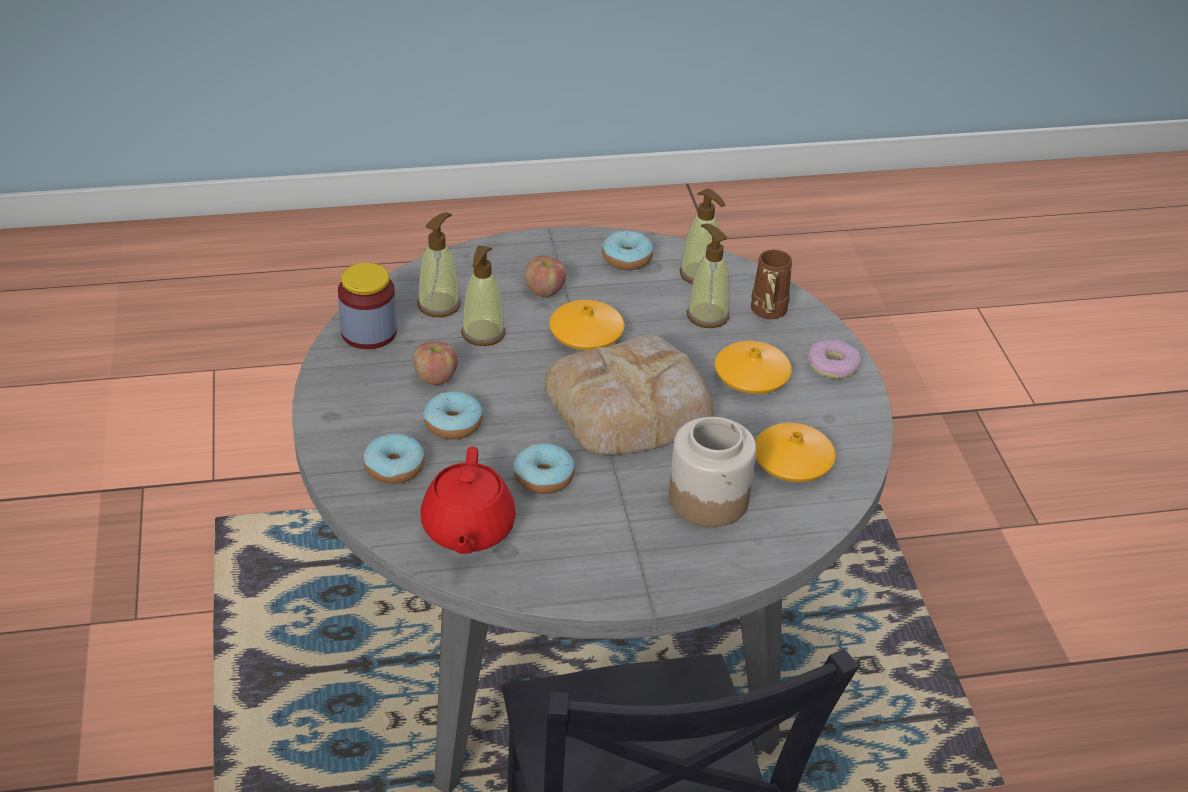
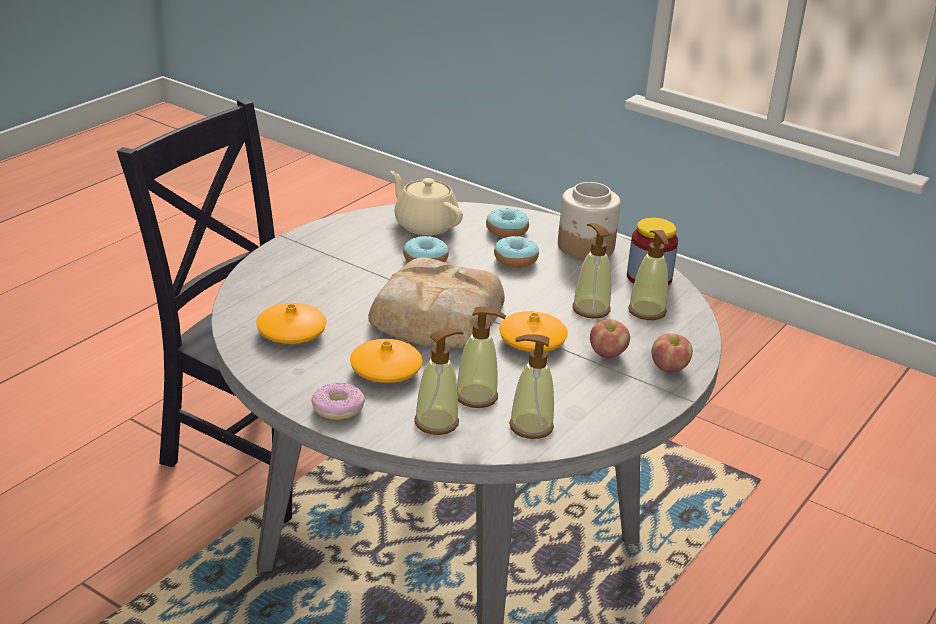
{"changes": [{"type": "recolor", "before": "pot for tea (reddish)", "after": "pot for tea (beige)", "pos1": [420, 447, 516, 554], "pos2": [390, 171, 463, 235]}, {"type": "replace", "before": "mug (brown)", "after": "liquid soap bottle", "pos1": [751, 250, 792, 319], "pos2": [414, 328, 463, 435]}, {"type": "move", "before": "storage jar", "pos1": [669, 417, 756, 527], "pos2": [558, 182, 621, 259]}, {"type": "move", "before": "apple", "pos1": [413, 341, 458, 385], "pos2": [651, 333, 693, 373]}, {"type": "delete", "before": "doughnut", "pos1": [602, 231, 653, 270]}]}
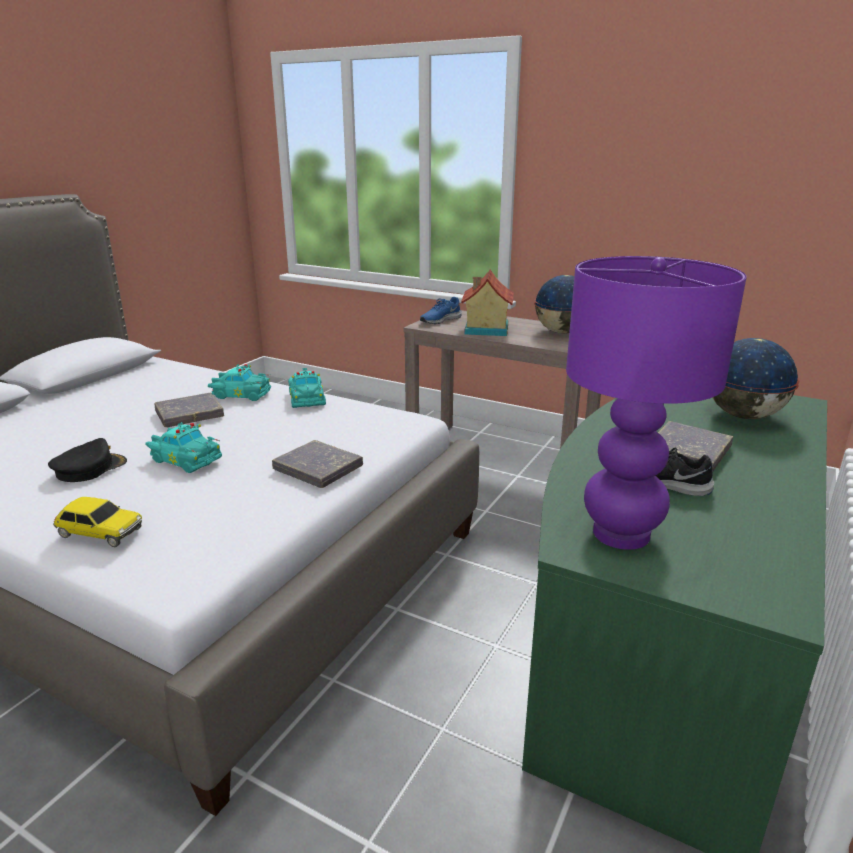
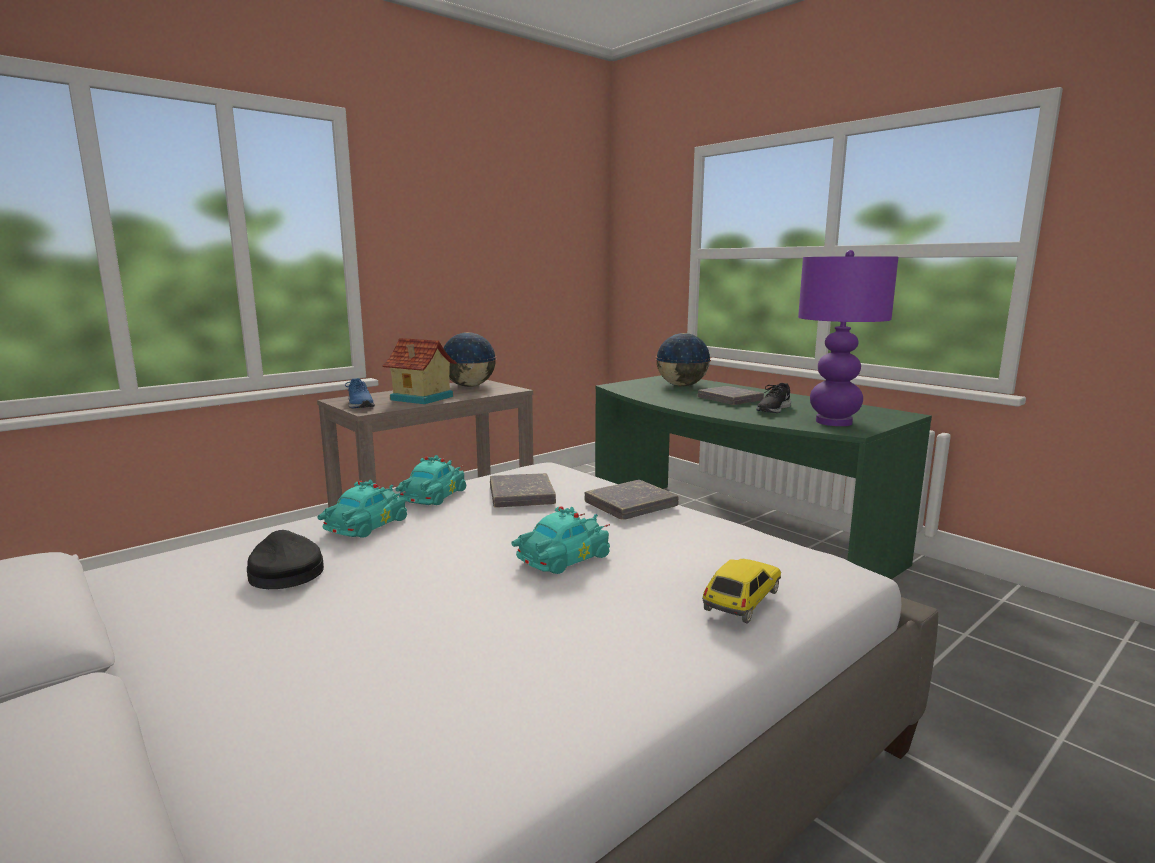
{"changes": [{"type": "move", "before": "baseball cap (black)", "pos1": [48, 438, 127, 482], "pos2": [247, 530, 324, 589]}, {"type": "rotate", "before": "miniature car (turquoise)", "pos1": [288, 368, 326, 408], "pos2": [395, 455, 466, 505], "turn": -75}, {"type": "move", "before": "bound book (greyish)", "pos1": [155, 393, 224, 427], "pos2": [490, 473, 556, 508]}]}
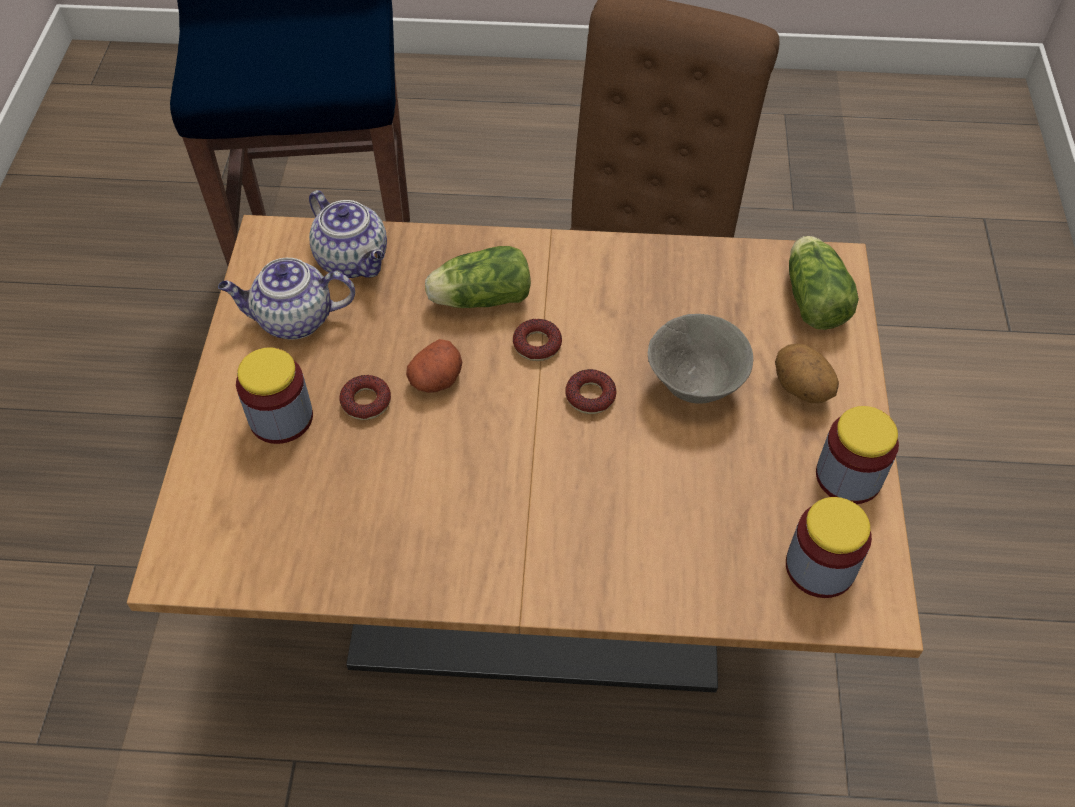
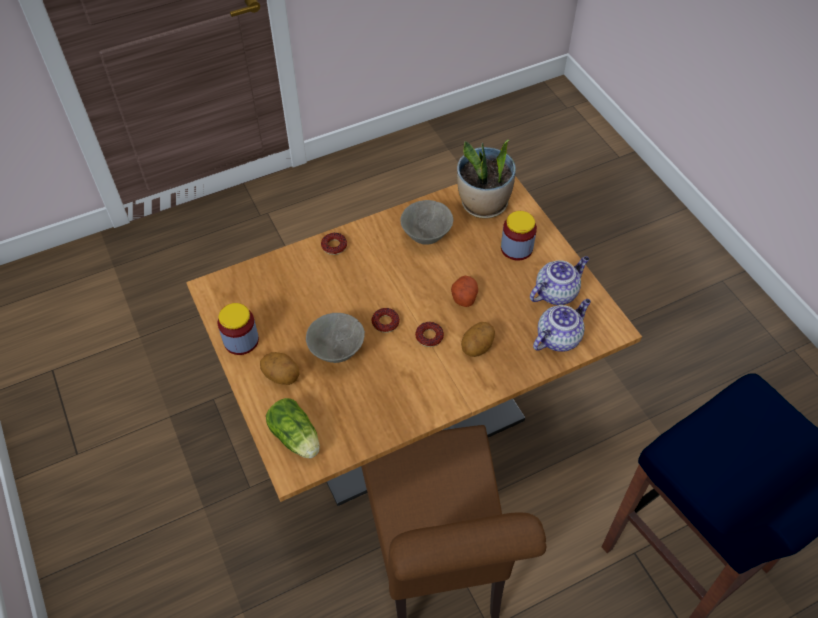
{"changes": [{"type": "move", "before": "doughnut", "pos1": [339, 375, 391, 420], "pos2": [321, 233, 347, 255]}, {"type": "insert", "after": "bowl (greyish)", "pos2": [401, 200, 453, 245]}, {"type": "insert", "after": "plant in a pot", "pos2": [457, 140, 516, 219]}, {"type": "replace", "before": "lettuce", "after": "spud", "pos1": [425, 246, 531, 308], "pos2": [461, 322, 495, 357]}, {"type": "rotate", "before": "pot for tea", "pos1": [309, 190, 387, 278], "pos2": [533, 299, 591, 352], "turn": 120}, {"type": "delete", "before": "storage jar", "pos1": [786, 497, 872, 598]}]}
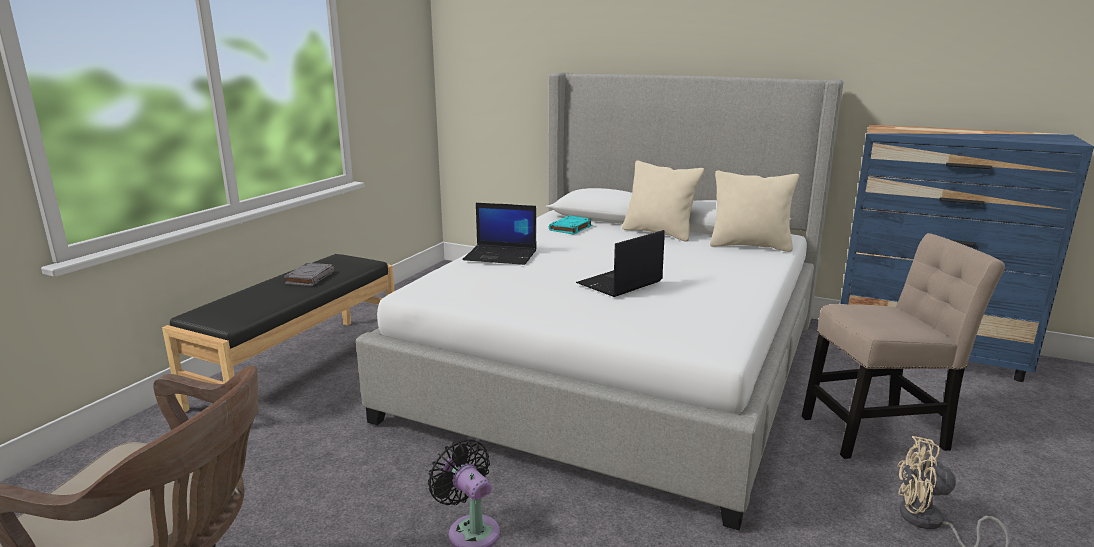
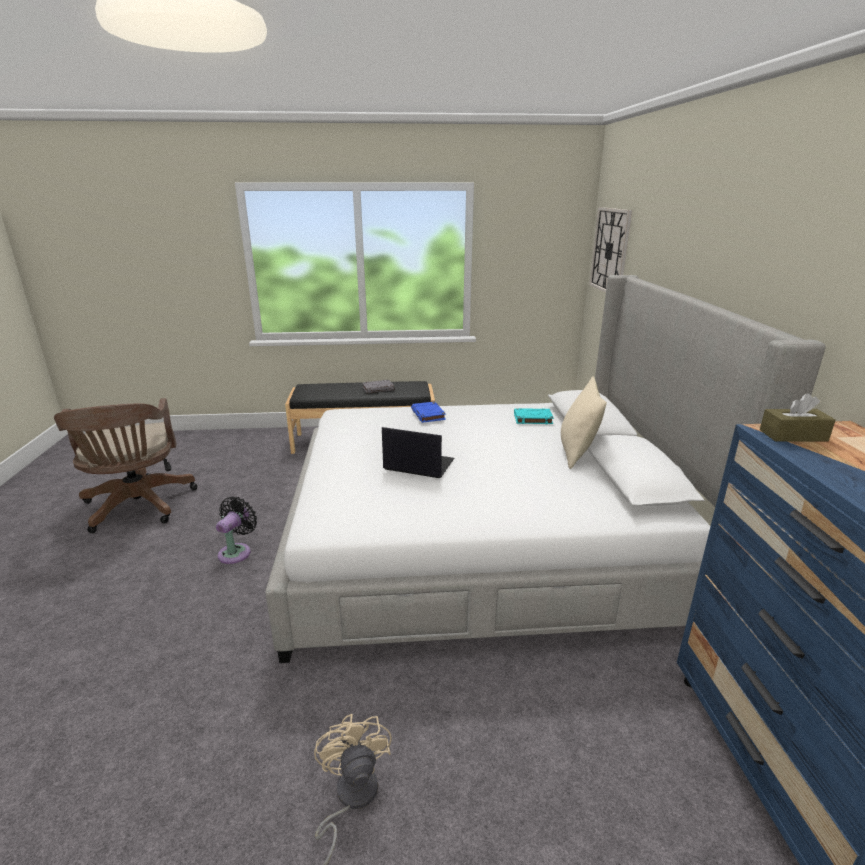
{"changes": [{"type": "replace", "before": "laptop", "after": "bound book (blue)", "pos1": [463, 203, 536, 265], "pos2": [411, 401, 446, 423]}, {"type": "insert", "after": "wall clock", "pos2": [589, 207, 632, 293]}, {"type": "insert", "after": "box of tissues (brown)", "pos2": [760, 393, 836, 442]}, {"type": "delete", "before": "cushion (beige)", "pos1": [710, 170, 799, 252]}, {"type": "delete", "before": "plain chair (beige)", "pos1": [802, 233, 1005, 459]}]}
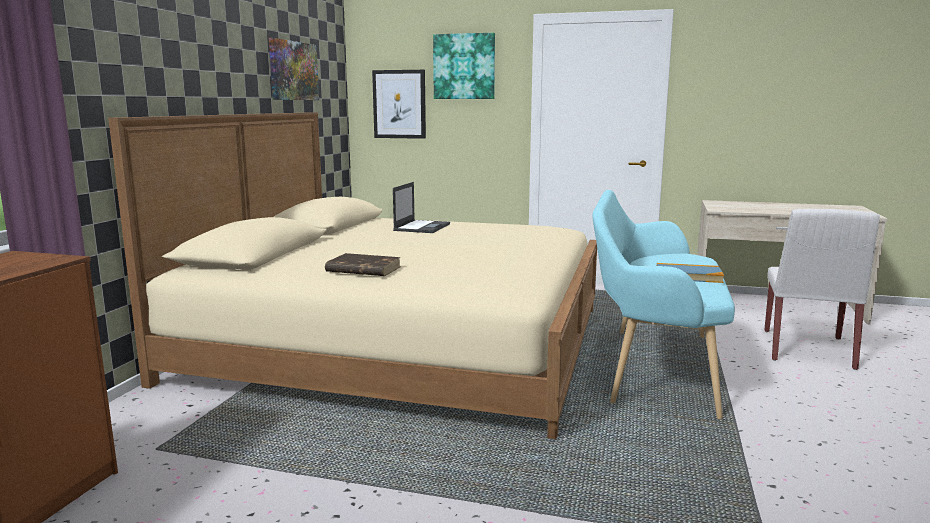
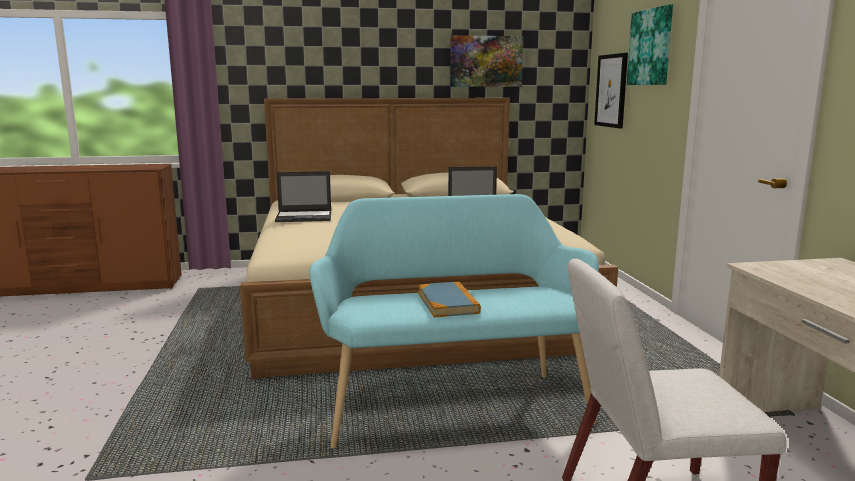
{"changes": [{"type": "replace", "before": "bound book (brown)", "after": "laptop", "pos1": [325, 253, 401, 276], "pos2": [275, 171, 331, 222]}]}
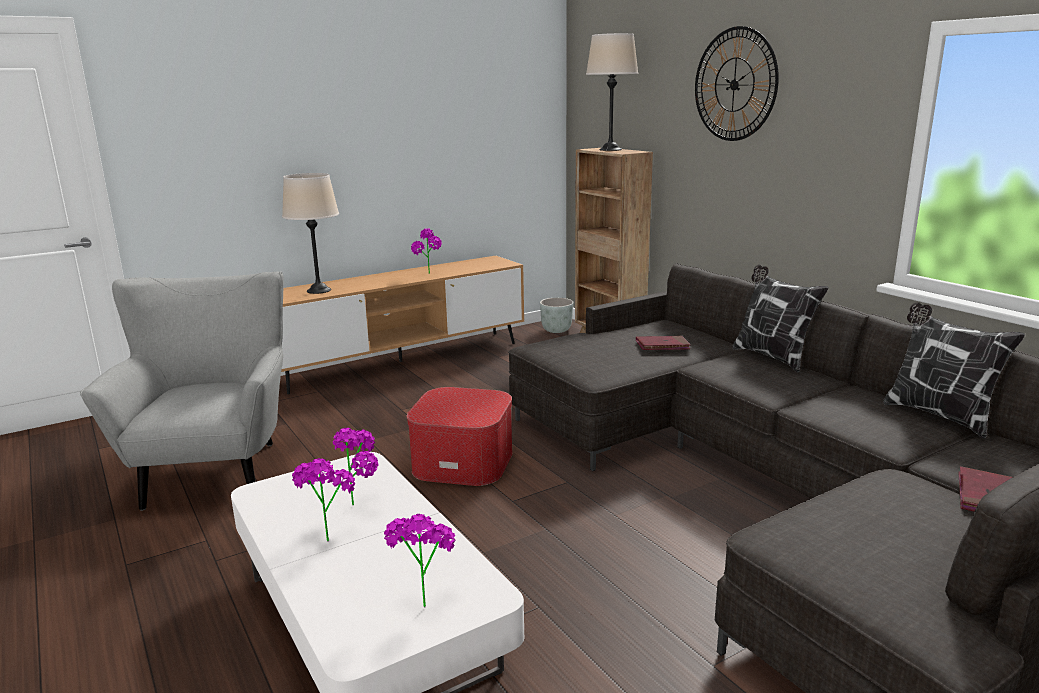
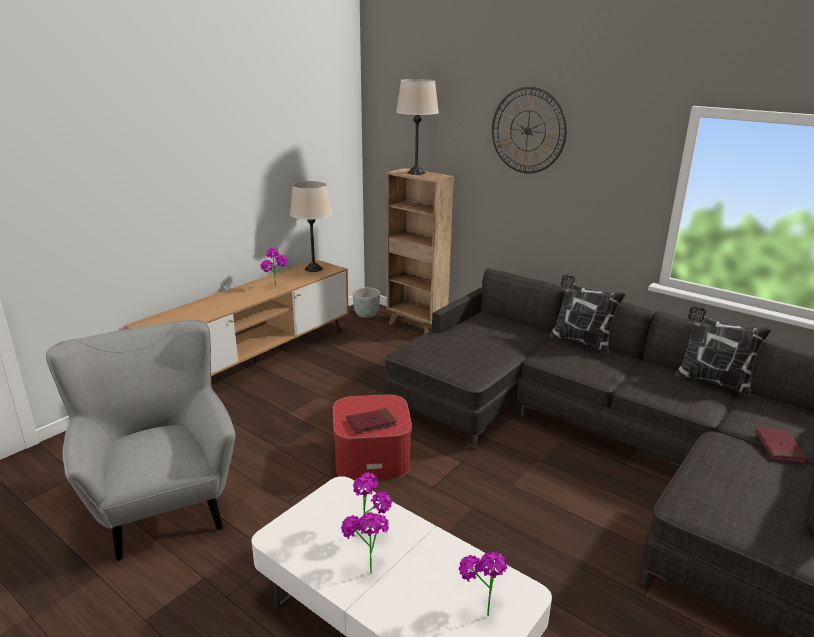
{"changes": [{"type": "move", "before": "tabletop lamp (beige)", "pos1": [282, 173, 339, 294], "pos2": [290, 181, 332, 272]}, {"type": "move", "before": "bound book (reddish)", "pos1": [636, 335, 690, 350], "pos2": [347, 408, 397, 434]}]}
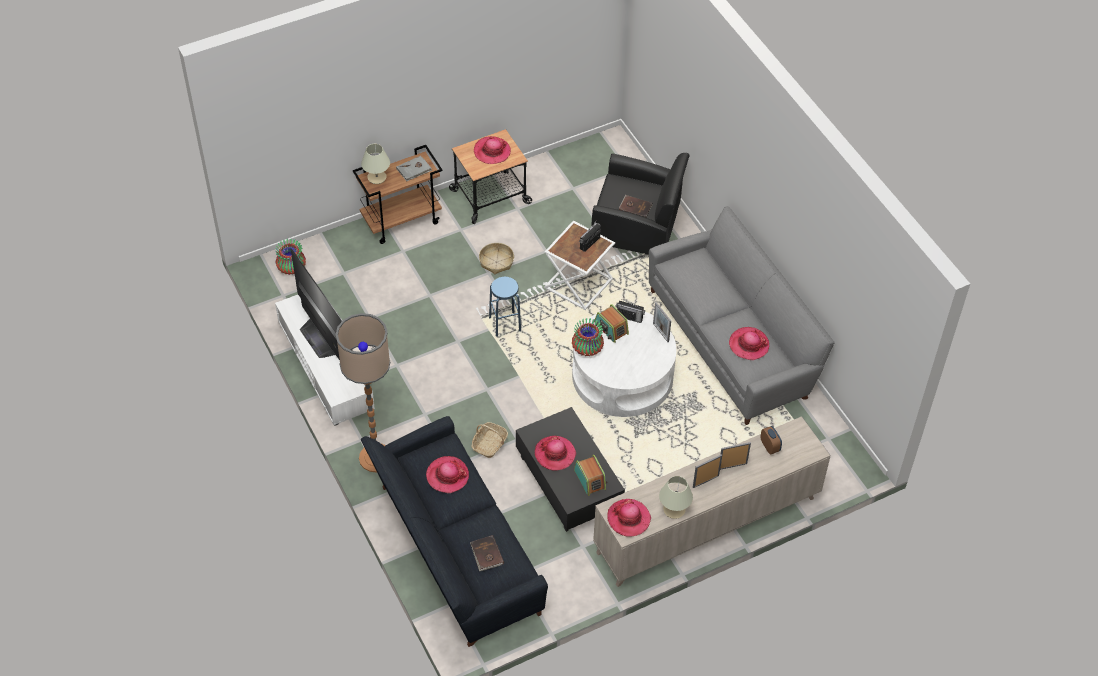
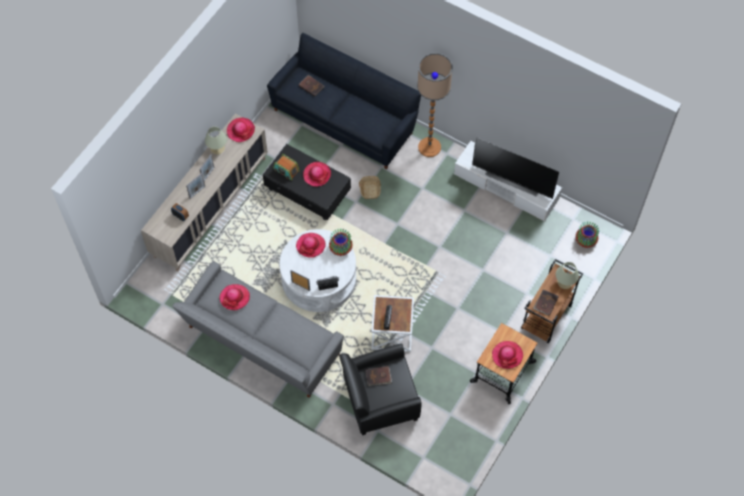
{"changes": [{"type": "move", "before": "hat", "pos1": [426, 456, 469, 493], "pos2": [296, 233, 325, 258]}, {"type": "recolor", "before": "bound book (greyish)", "after": "bound book (brown)", "pos1": [396, 156, 432, 181], "pos2": [533, 290, 559, 316]}, {"type": "delete", "before": "storage basket", "pos1": [479, 243, 514, 274]}, {"type": "delete", "before": "sitting stool (blue)", "pos1": [489, 277, 521, 336]}, {"type": "delete", "before": "radio receiver", "pos1": [594, 304, 629, 343]}]}
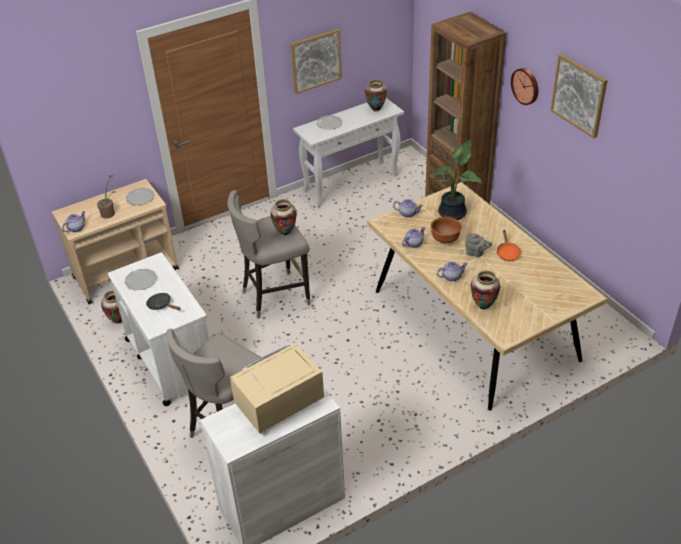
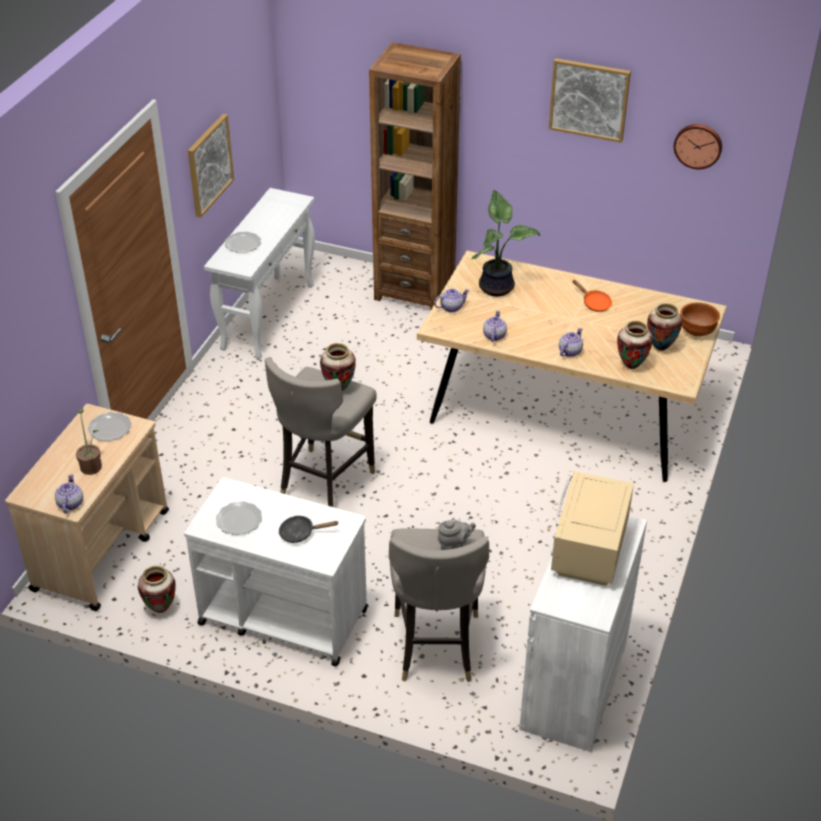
{"changes": [{"type": "move", "before": "pot for tea (greyish)", "pos1": [465, 233, 492, 258], "pos2": [438, 520, 476, 550]}, {"type": "move", "before": "decorative vase", "pos1": [365, 79, 387, 111], "pos2": [647, 303, 682, 351]}, {"type": "move", "before": "wall clock", "pos1": [511, 68, 538, 105], "pos2": [674, 124, 722, 169]}, {"type": "move", "before": "bowl (brown)", "pos1": [431, 217, 462, 244], "pos2": [681, 302, 720, 336]}]}
